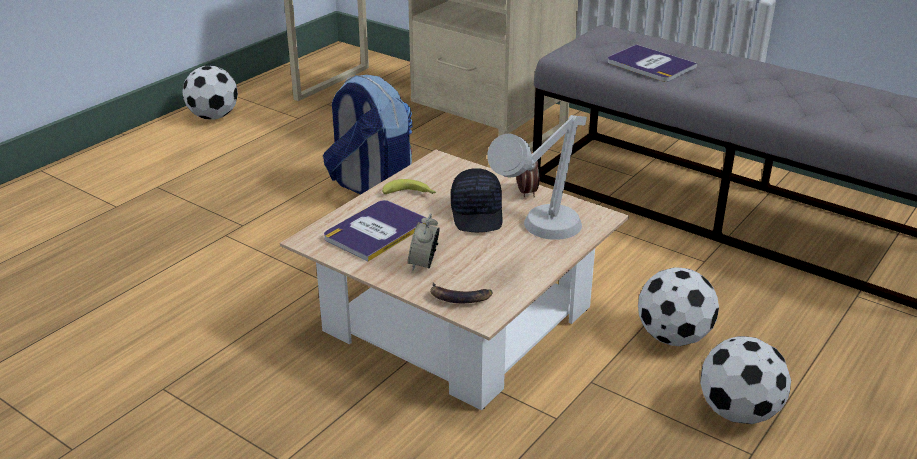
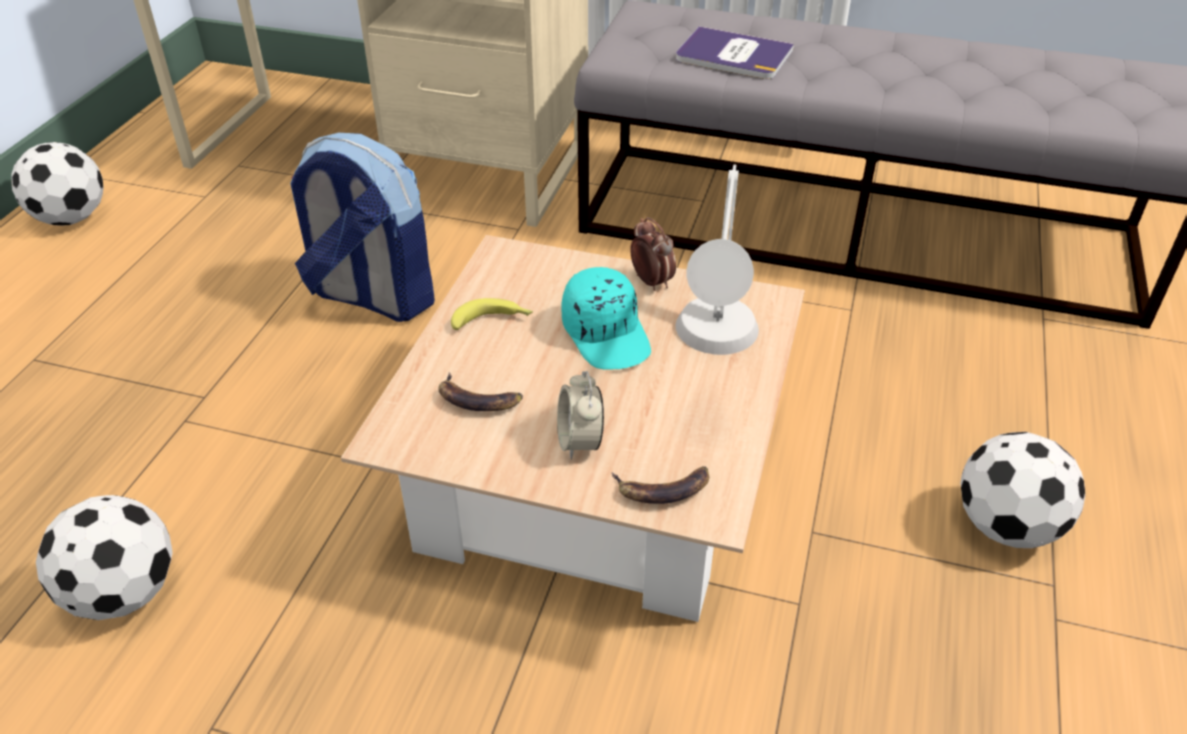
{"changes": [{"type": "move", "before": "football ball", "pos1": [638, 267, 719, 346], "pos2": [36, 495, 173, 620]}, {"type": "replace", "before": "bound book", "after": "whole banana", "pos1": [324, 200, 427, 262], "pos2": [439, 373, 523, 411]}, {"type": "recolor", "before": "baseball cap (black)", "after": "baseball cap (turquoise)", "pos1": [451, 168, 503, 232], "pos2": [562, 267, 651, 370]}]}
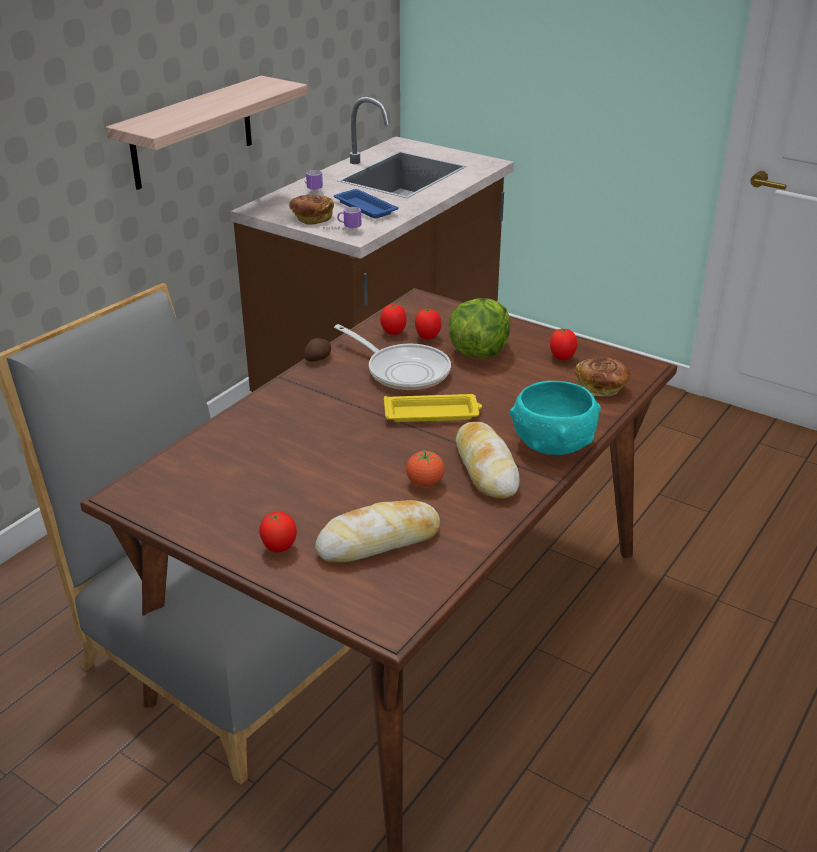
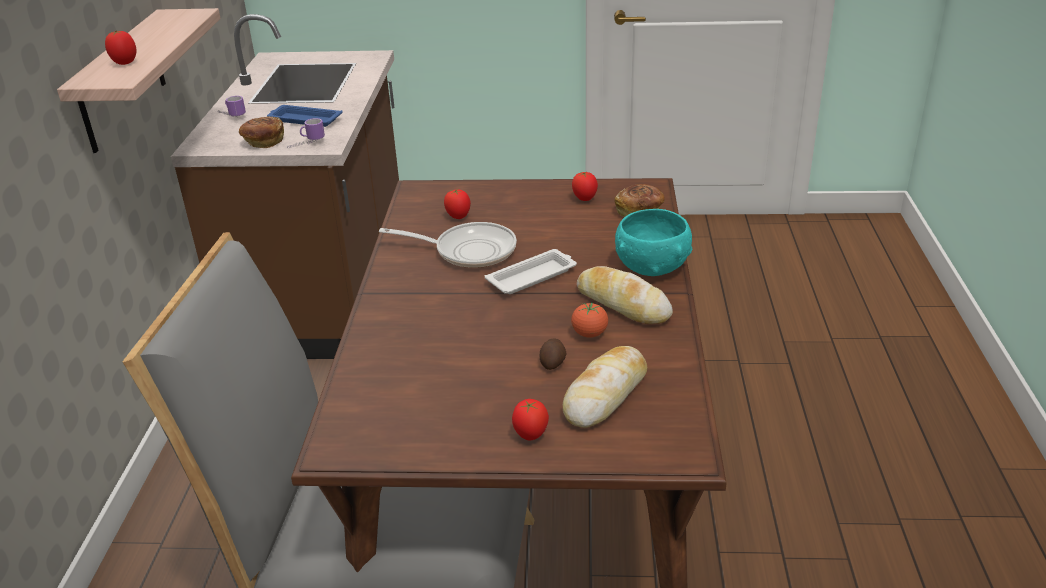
{"changes": [{"type": "move", "before": "tomato", "pos1": [380, 303, 407, 335], "pos2": [105, 30, 137, 65]}, {"type": "recolor", "before": "tray (yellowish)", "after": "tray (white-coloured)", "pos1": [384, 394, 482, 422], "pos2": [485, 249, 577, 294]}, {"type": "move", "before": "spud", "pos1": [304, 338, 331, 361], "pos2": [540, 339, 567, 370]}, {"type": "delete", "before": "lettuce", "pos1": [449, 298, 510, 359]}]}
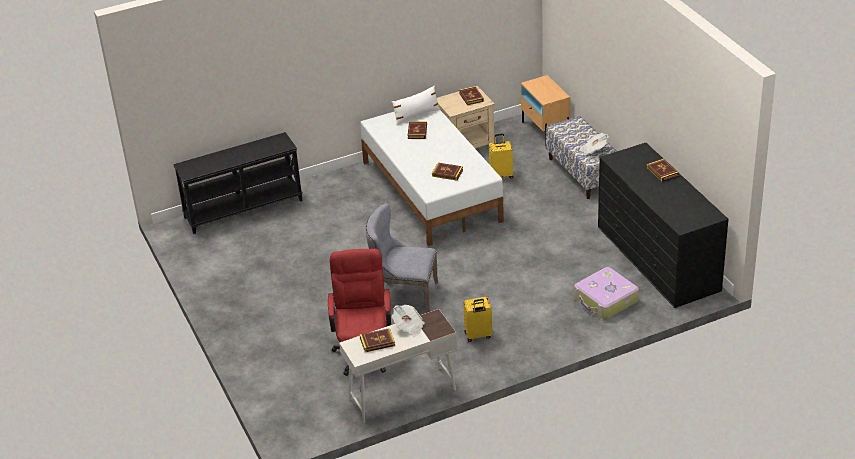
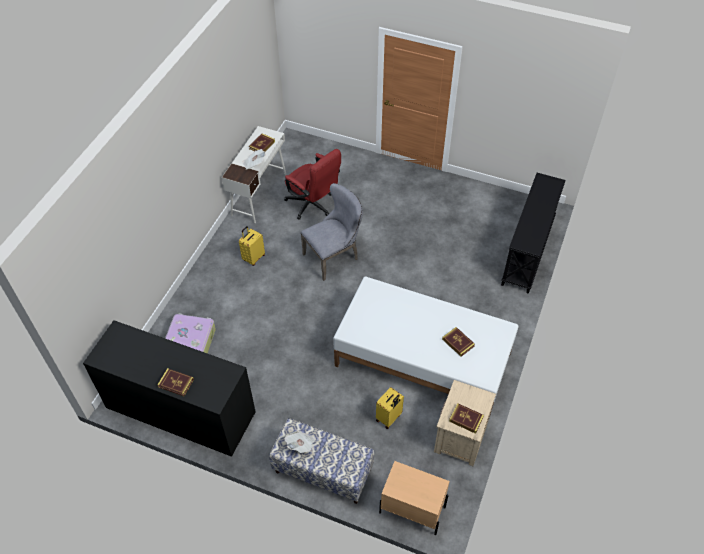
{"changes": [{"type": "delete", "before": "cushion (white-coloured)", "pos1": [391, 86, 440, 125]}, {"type": "delete", "before": "bound book", "pos1": [432, 163, 463, 180]}]}
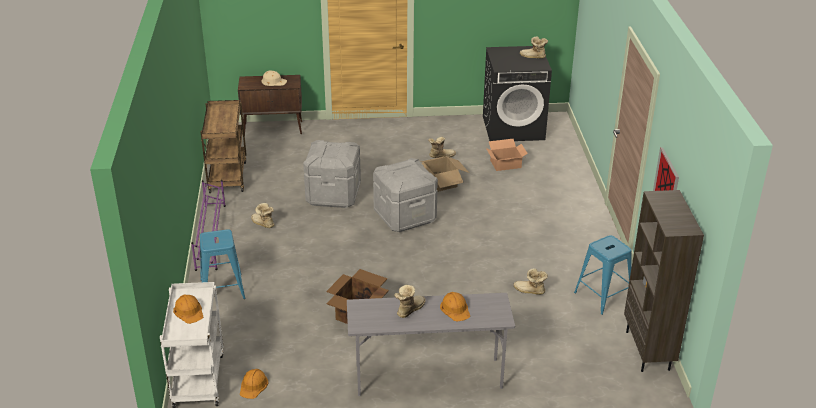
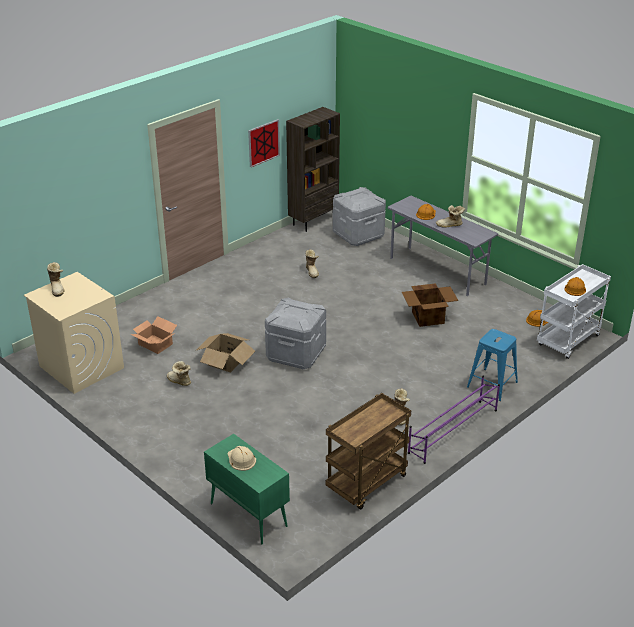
{"changes": [{"type": "recolor", "before": "laundry appliance (black)", "after": "laundry appliance (beige)", "pos1": [483, 46, 552, 141], "pos2": [24, 272, 124, 394]}, {"type": "recolor", "before": "storage cabinet (brown)", "after": "storage cabinet (greenish)", "pos1": [238, 75, 302, 134], "pos2": [204, 434, 290, 544]}, {"type": "move", "before": "storage container (greyish)", "pos1": [303, 140, 361, 208], "pos2": [333, 187, 386, 246]}, {"type": "delete", "before": "sitting stool (blue)", "pos1": [574, 235, 632, 315]}]}
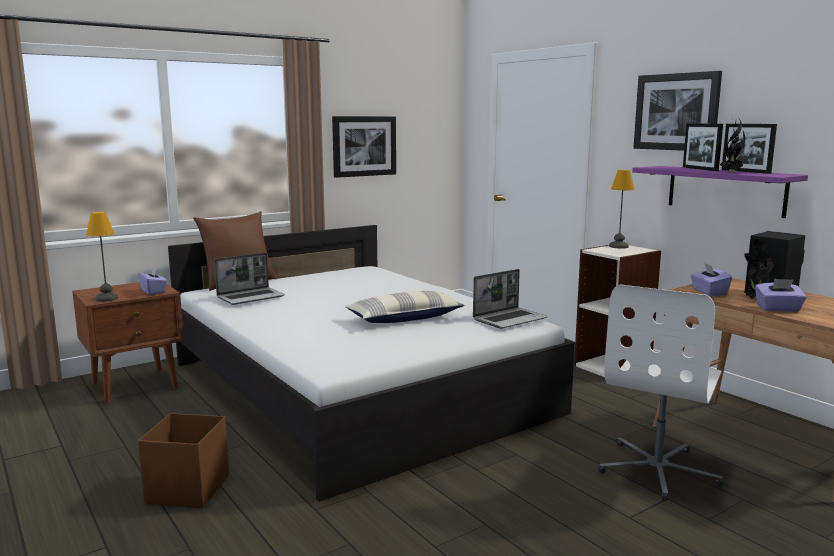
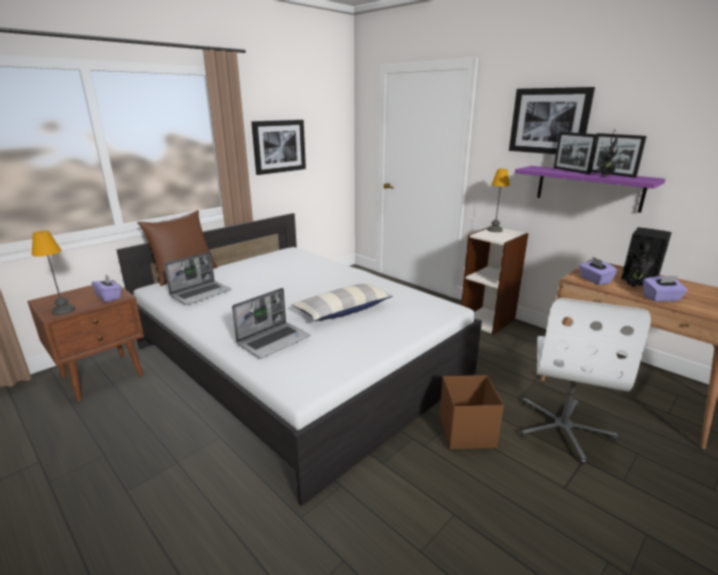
{"changes": [{"type": "move", "before": "laptop", "pos1": [473, 269, 548, 329], "pos2": [232, 288, 311, 359]}, {"type": "move", "before": "storage container (brown)", "pos1": [138, 413, 229, 508], "pos2": [439, 375, 504, 449]}]}
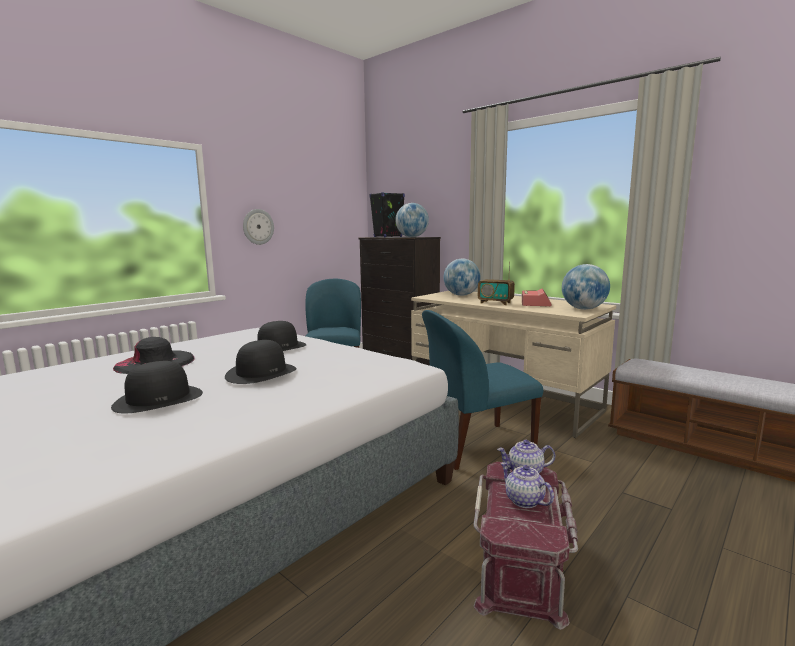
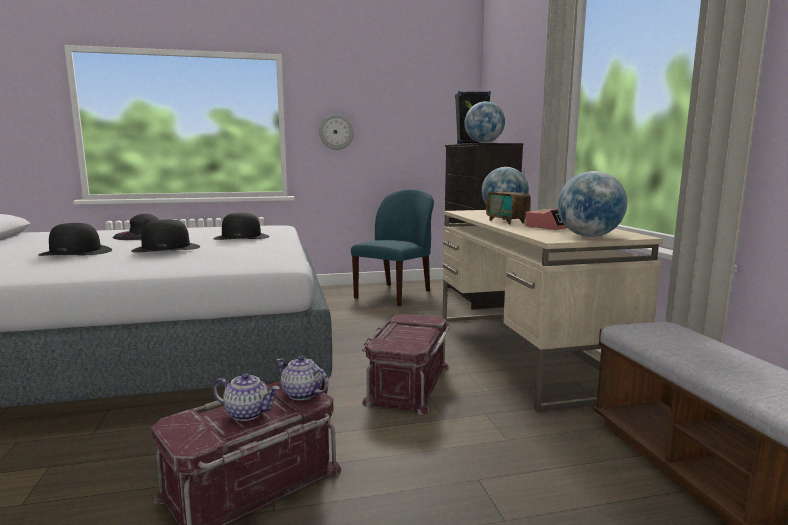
{"changes": [{"type": "rotate", "before": "pot for tea", "pos1": [501, 462, 554, 508], "pos2": [213, 373, 280, 421], "turn": 105}, {"type": "replace", "before": "plain chair (blue)", "after": "storage container (reddish)", "pos1": [422, 310, 543, 470], "pos2": [362, 314, 449, 415]}]}
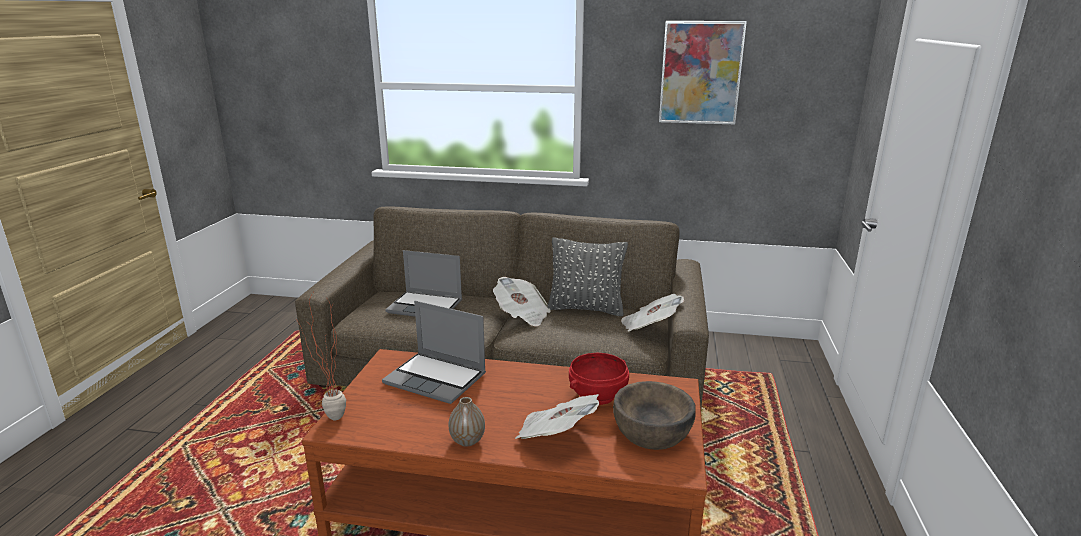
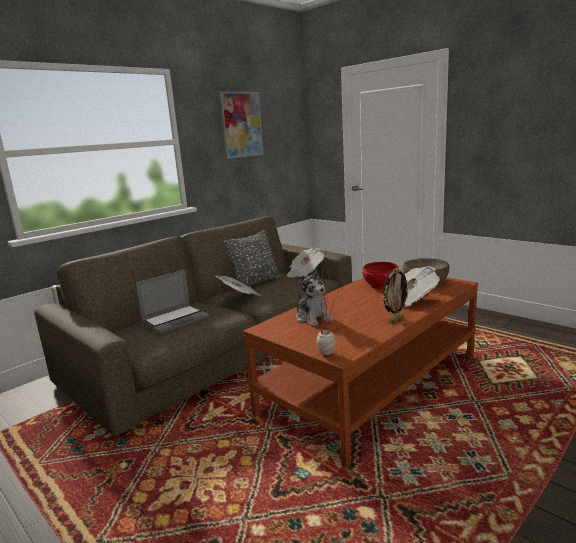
{"changes": [{"type": "replace", "before": "laptop", "after": "cuddly toy", "pos1": [382, 301, 486, 404], "pos2": [296, 269, 333, 327]}, {"type": "replace", "before": "decorative vase", "after": "picture frame", "pos1": [449, 397, 485, 447], "pos2": [383, 268, 410, 323]}]}
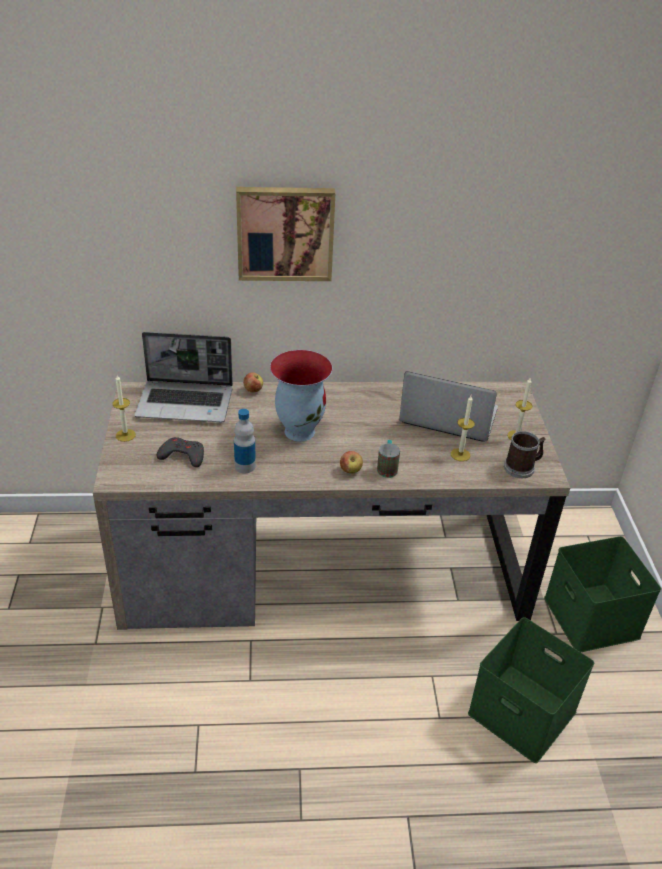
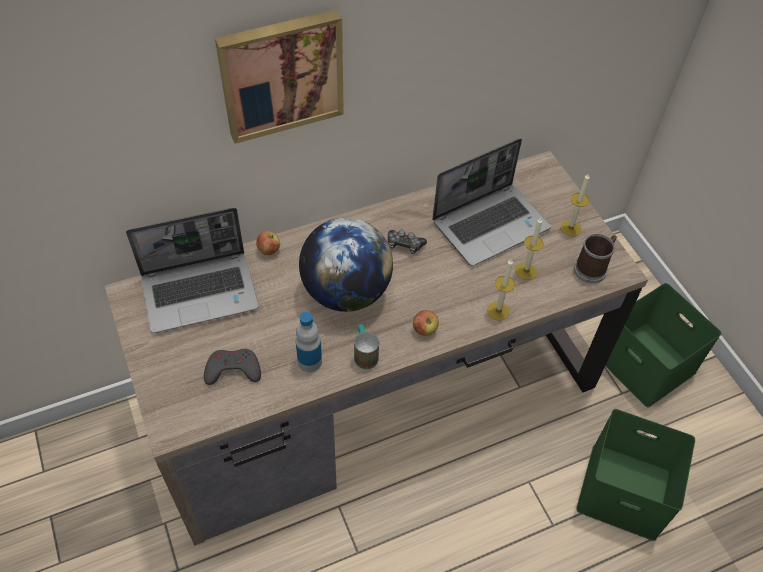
{"changes": [{"type": "replace", "before": "decorative vase", "after": "desk globe", "pos1": [270, 350, 333, 442], "pos2": [299, 217, 393, 312]}, {"type": "move", "before": "mug", "pos1": [377, 440, 400, 478], "pos2": [354, 325, 379, 369]}, {"type": "insert", "after": "gamepad", "pos2": [388, 230, 427, 254]}, {"type": "rotate", "before": "laptop", "pos1": [399, 371, 498, 442], "pos2": [432, 138, 551, 266], "turn": 150}, {"type": "move", "before": "wax light", "pos1": [112, 375, 136, 442], "pos2": [487, 259, 515, 321]}]}
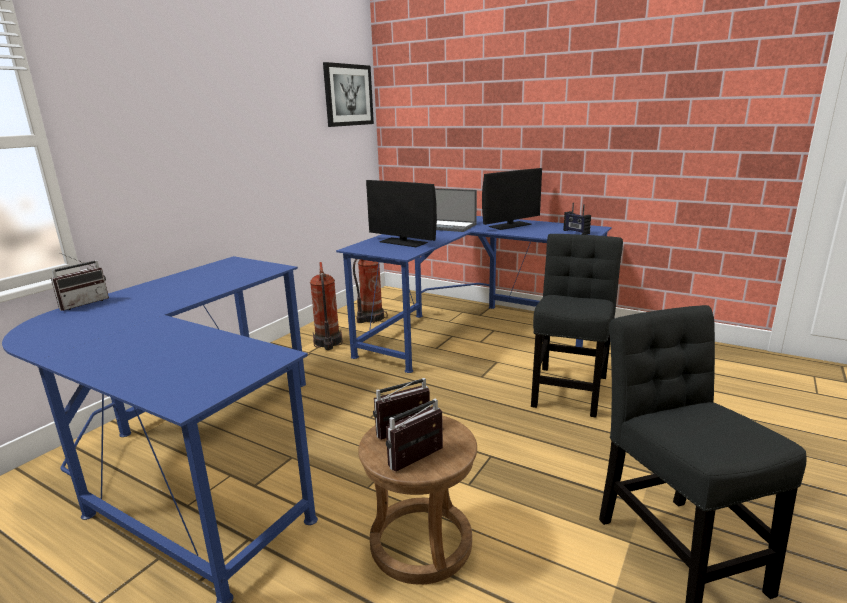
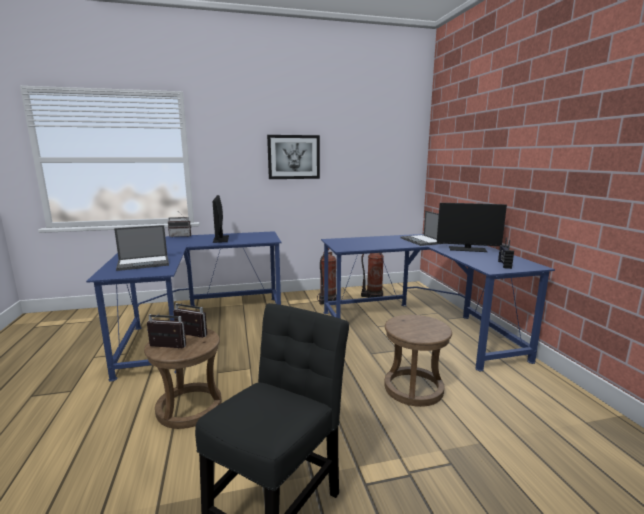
{"changes": [{"type": "insert", "after": "laptop", "pos2": [114, 225, 169, 271]}, {"type": "move", "before": "computer display", "pos1": [366, 180, 437, 247], "pos2": [212, 195, 229, 243]}, {"type": "move", "before": "wall picture", "pos1": [323, 62, 374, 127], "pos2": [267, 135, 320, 179]}, {"type": "replace", "before": "plain chair (black)", "after": "sitting stool (brown)", "pos1": [531, 234, 623, 418], "pos2": [384, 315, 452, 407]}]}
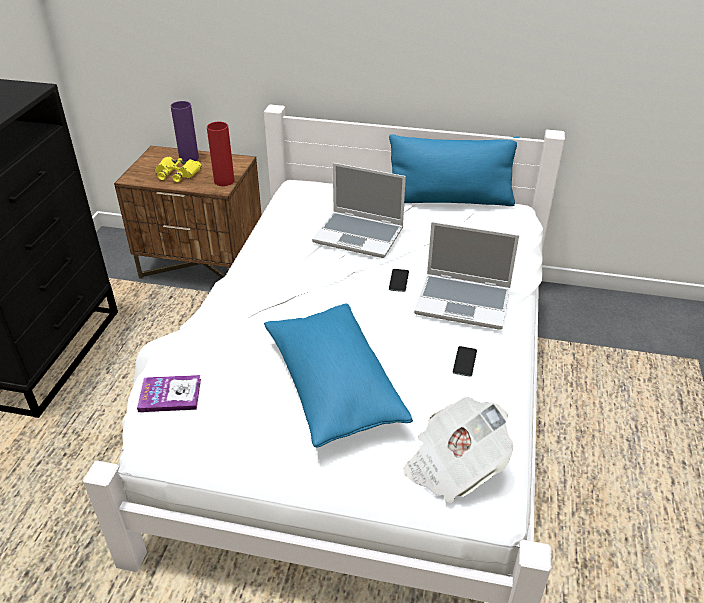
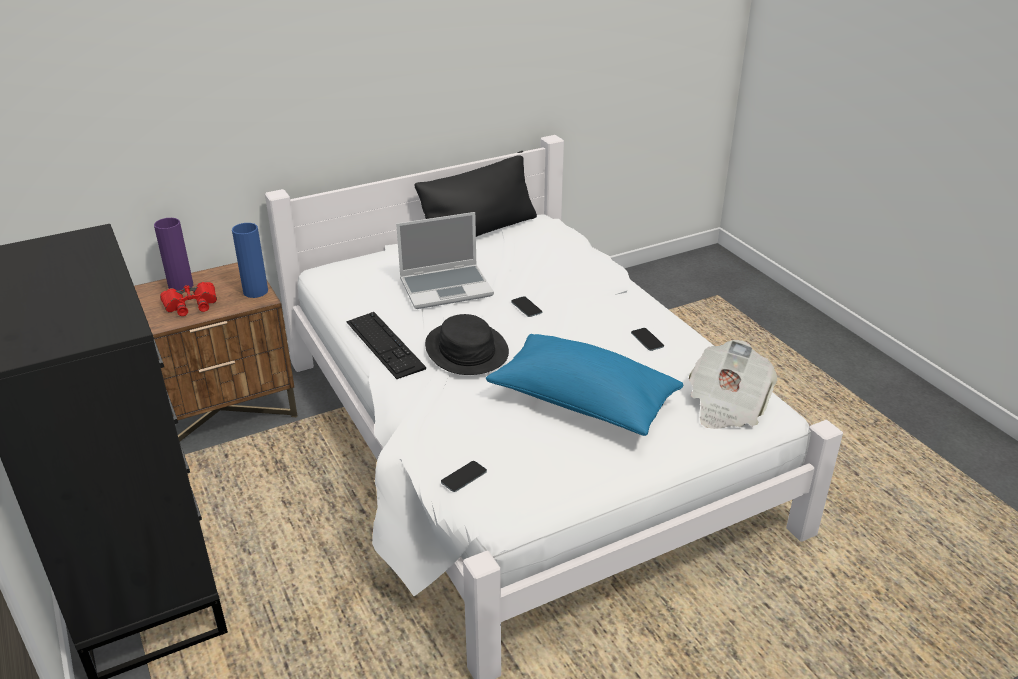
{"changes": [{"type": "recolor", "before": "pair of binoculars (yellowish)", "after": "pair of binoculars (reddish)", "pos1": [155, 156, 202, 182], "pos2": [160, 282, 217, 316]}, {"type": "recolor", "before": "decorative vase (reddish)", "after": "decorative vase (blue)", "pos1": [207, 122, 234, 186], "pos2": [232, 223, 268, 298]}, {"type": "insert", "after": "computer keyboard", "pos2": [346, 312, 426, 379]}, {"type": "recolor", "before": "cushion (blue)", "after": "cushion (black)", "pos1": [389, 135, 520, 206], "pos2": [414, 151, 537, 237]}, {"type": "insert", "after": "hat (black)", "pos2": [425, 314, 509, 375]}, {"type": "replace", "before": "bound book", "after": "handset", "pos1": [137, 375, 201, 412], "pos2": [441, 461, 487, 492]}, {"type": "delete", "before": "laptop", "pos1": [414, 222, 519, 329]}]}
